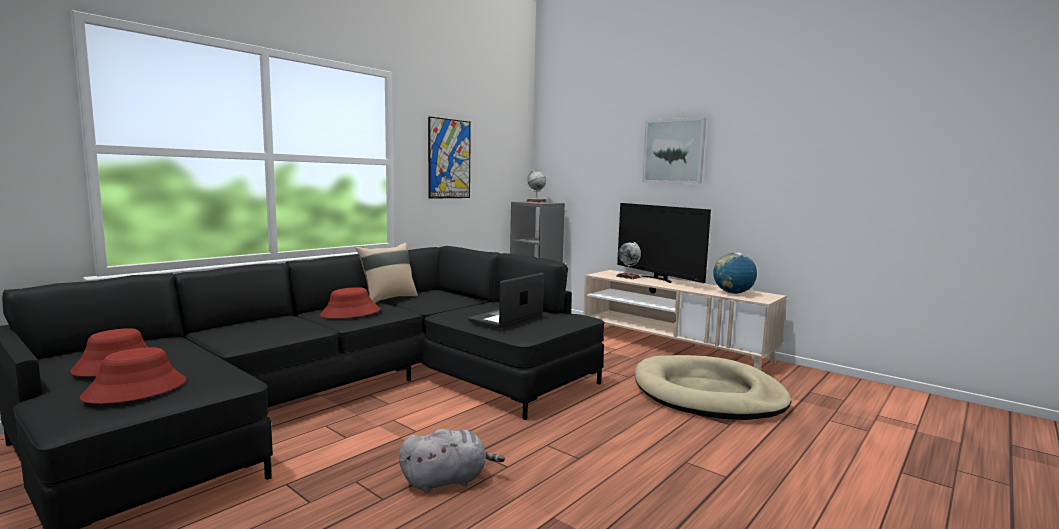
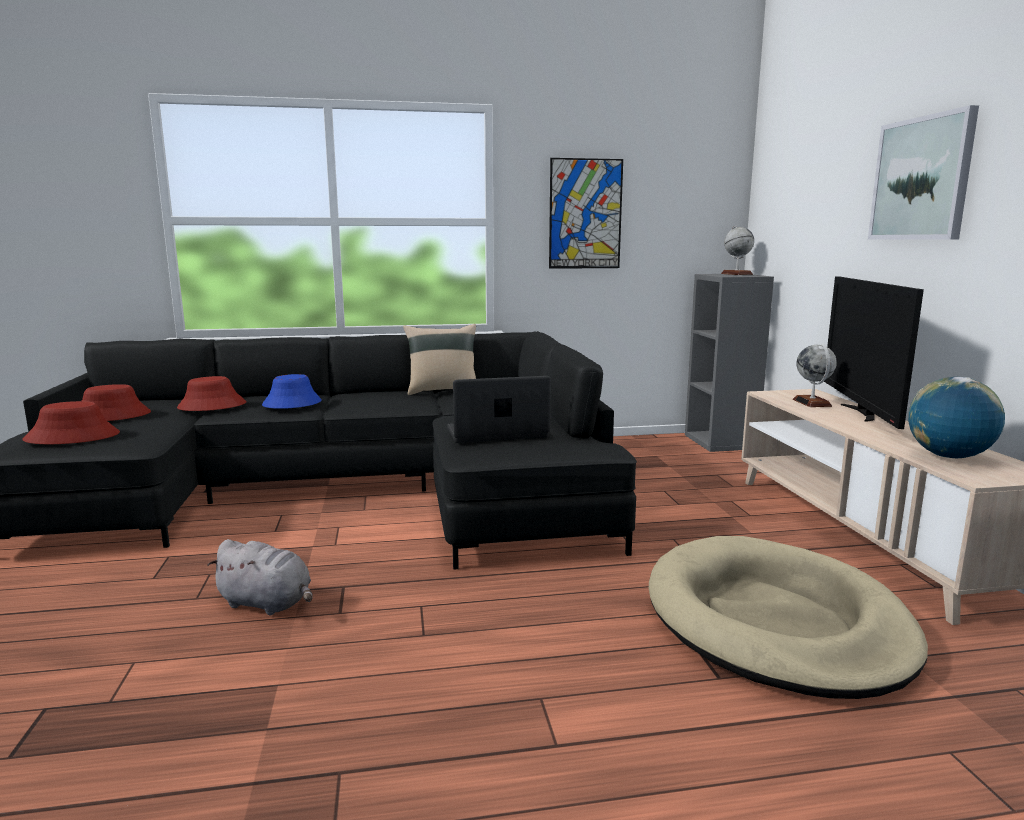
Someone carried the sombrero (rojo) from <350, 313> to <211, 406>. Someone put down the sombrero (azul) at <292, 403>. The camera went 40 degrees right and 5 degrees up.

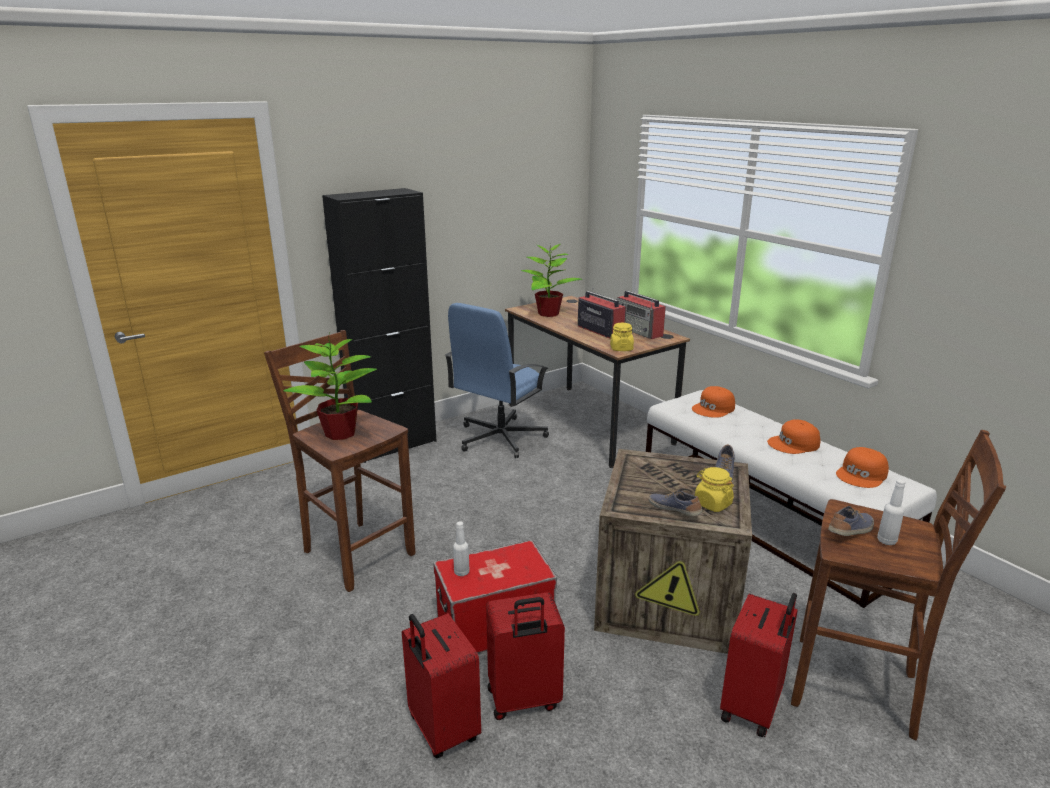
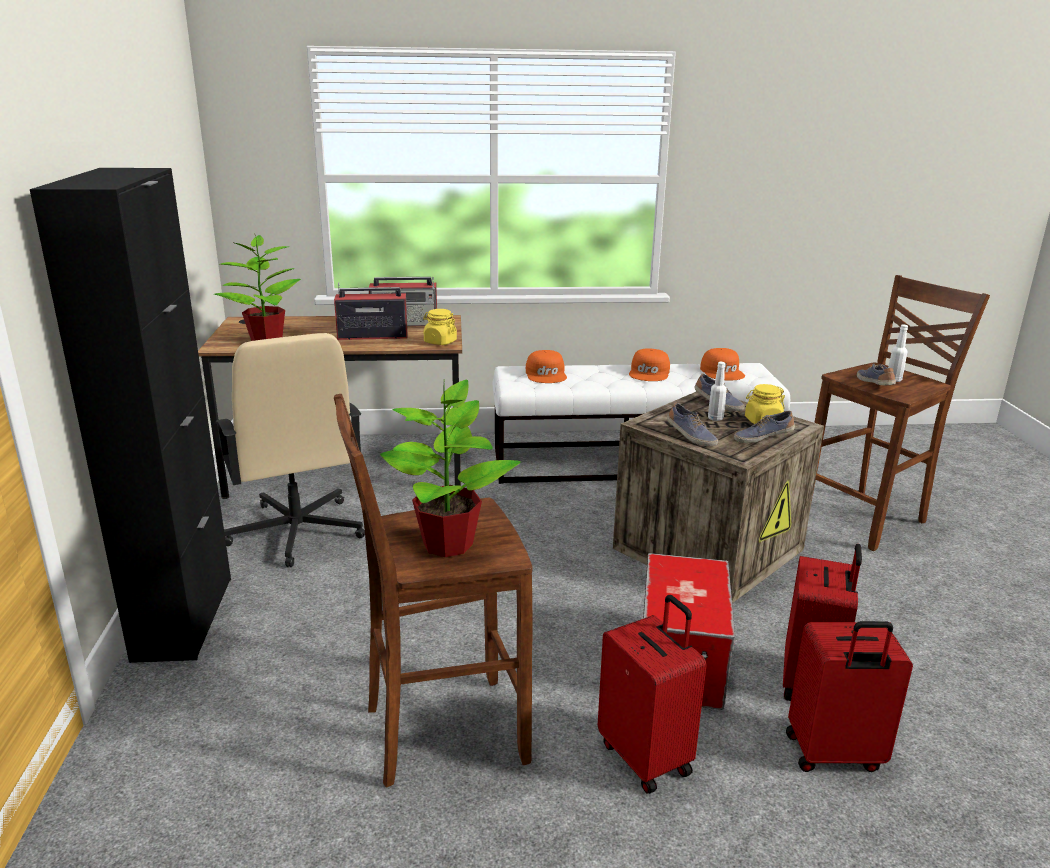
Someone repainted the silla de oficina (azul) at <499, 438>, which became the silla de oficina (beis) at <296, 532>. Someone carried the maleta (rojo) from <752, 708> to <647, 757>. Someone put down the zapato at <690, 436>. Someone carried the botella (blanco) from <461, 572> to <715, 418>. The camera went 60 degrees left and 0 degrees up.

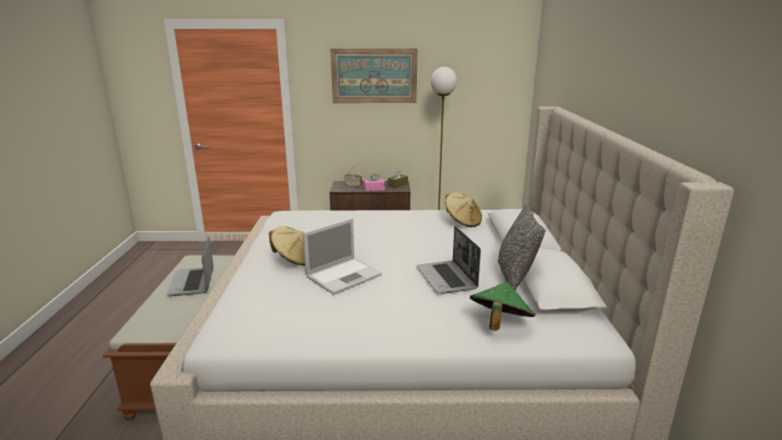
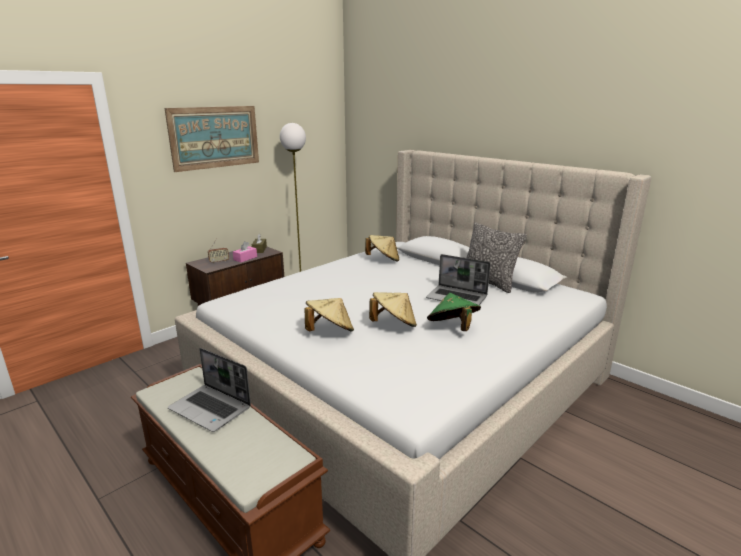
Someone swapped the portátil at <344, 275> for the sombrero (beis) at <393, 324>. Someone carried the sombrero (verde) from <499, 324> to <452, 328>. The camera went 45 degrees left and 0 degrees up.

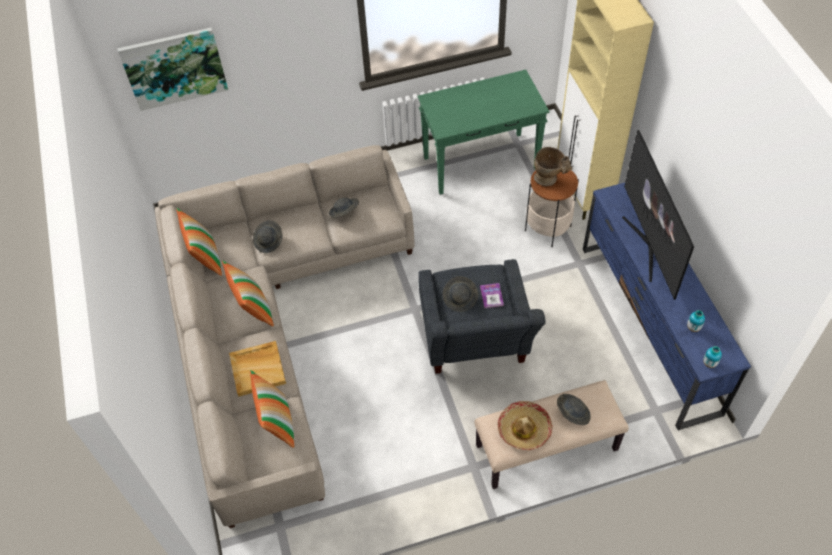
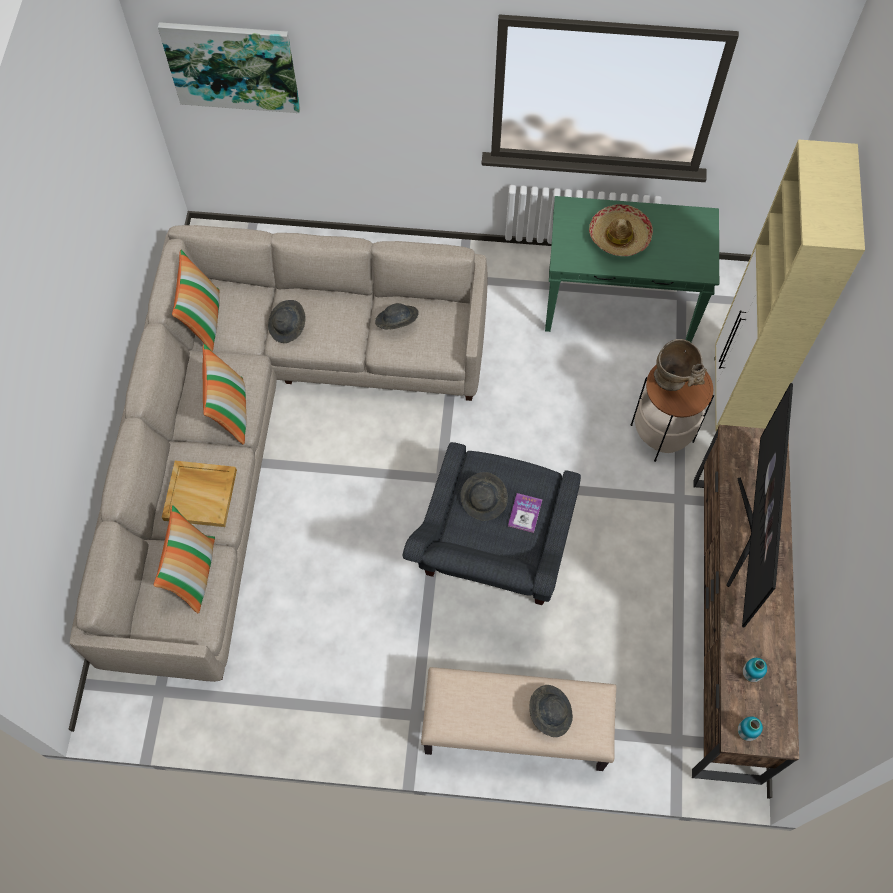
Someone carried the sombrero from <524, 429> to <619, 236>. Someone repainted the mueble de televisión (azul) at <648, 328>, which became the mueble de televisión (marrón) at <724, 625>. The camera went 20 degrees right and 10 degrees up.

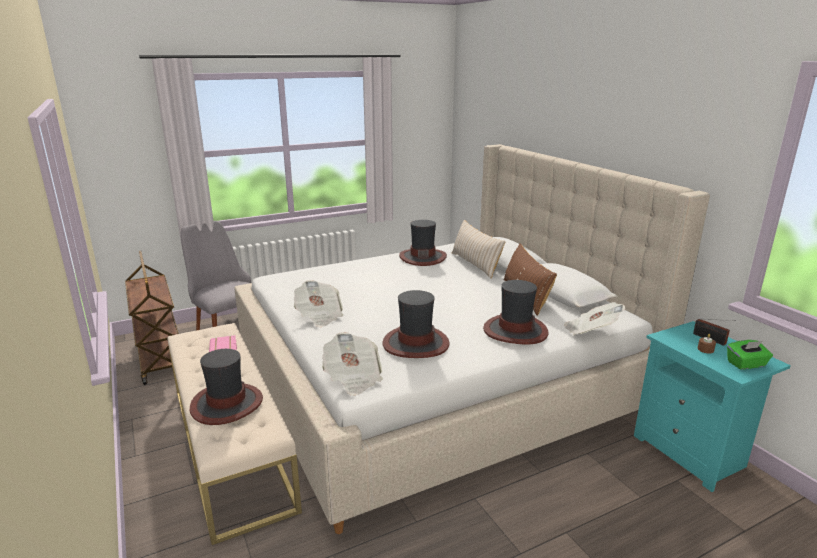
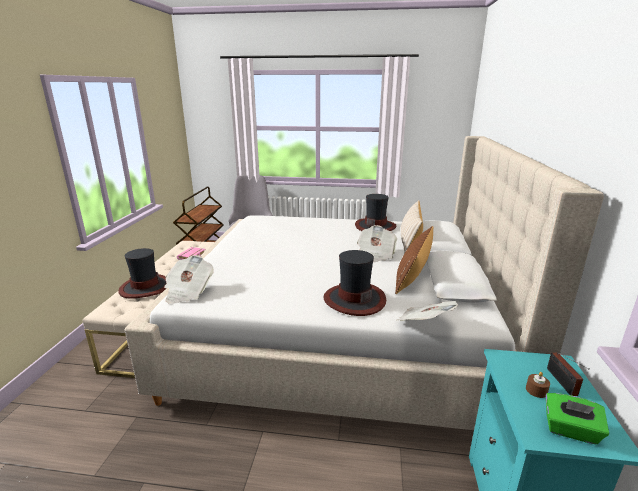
Someone carried the periódico from <319, 316> to <376, 254>. Someone took away the sombrero at <415, 343>. The camera went 35 degrees right and 0 degrees up.

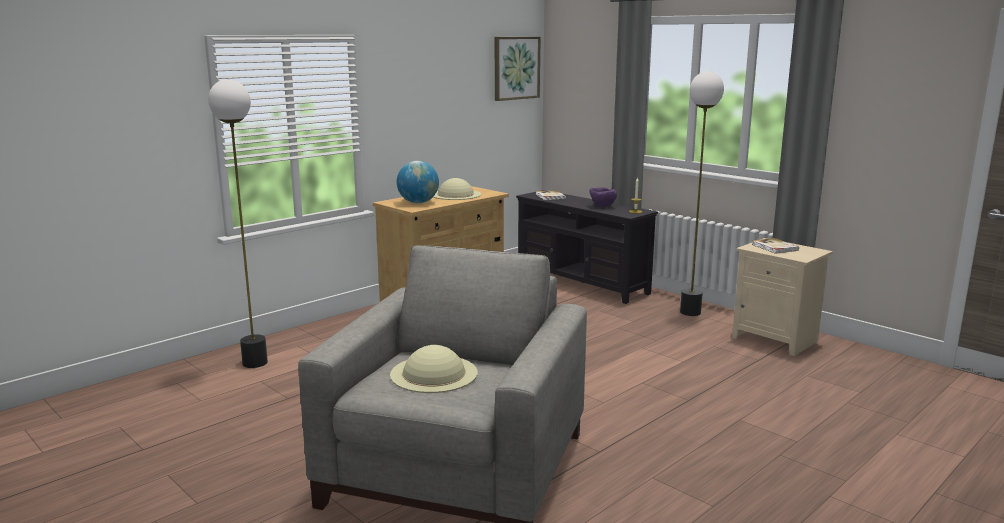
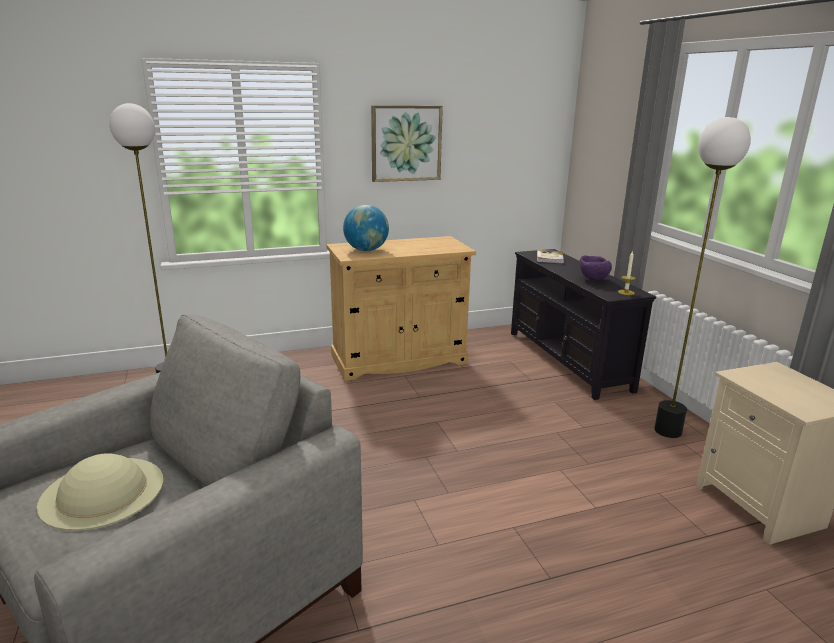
Someone carried the cuadro from <516, 68> to <406, 143>. Someone took away the sombrero (beis) at <455, 194>. Someone took away the libro at <774, 247>. The camera went 25 degrees right and 5 degrees up.

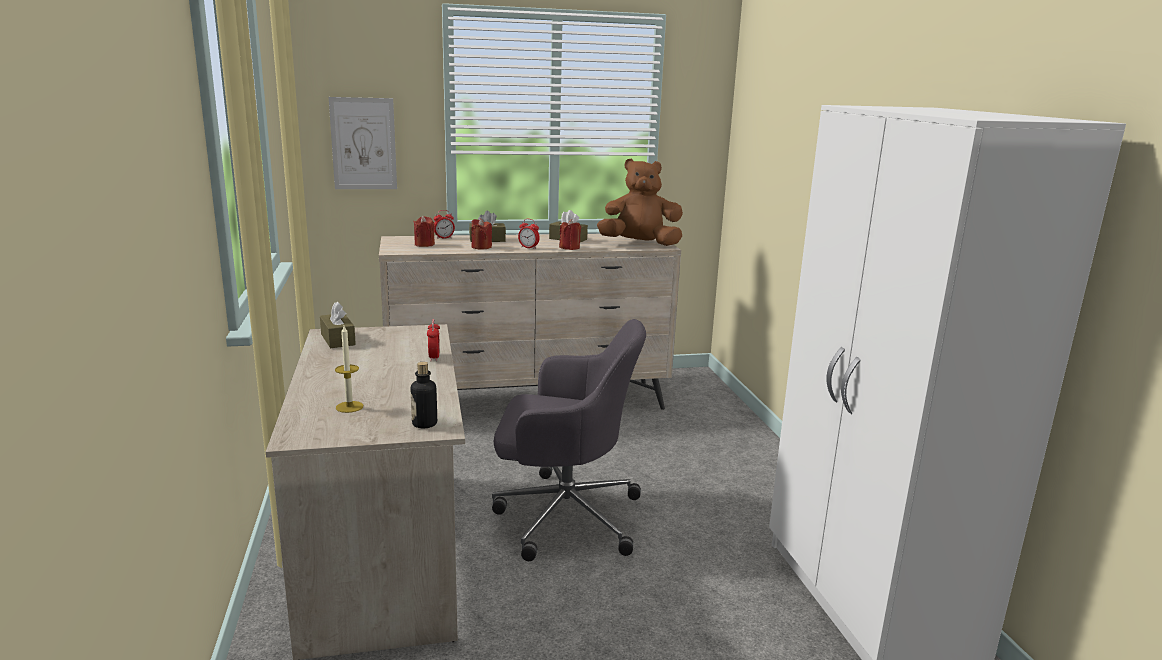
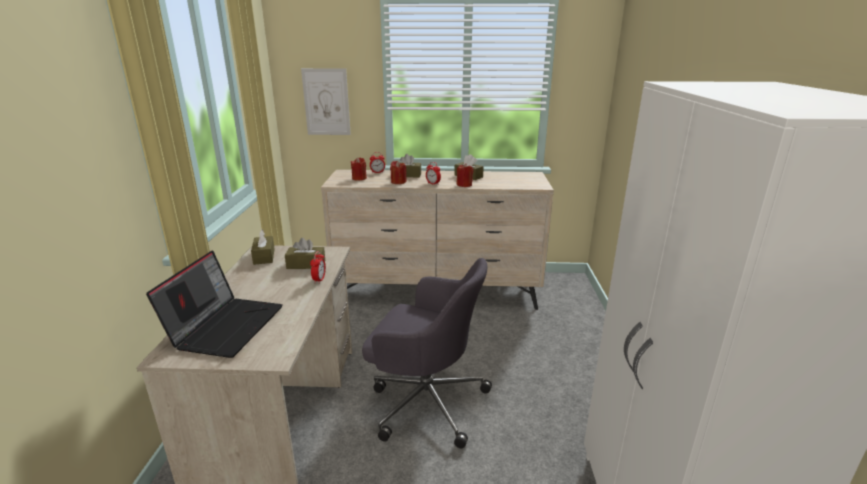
Someone swapped the vela at <349, 407> for the portátil at <226, 326>. Someone put down the caja de pañuelos (marrón) at <306, 264>. Someone took away the botella at <424, 424>. Someone took away the peluche (marrón) at <640, 244>. The camera went 15 degrees right and 5 degrees up.

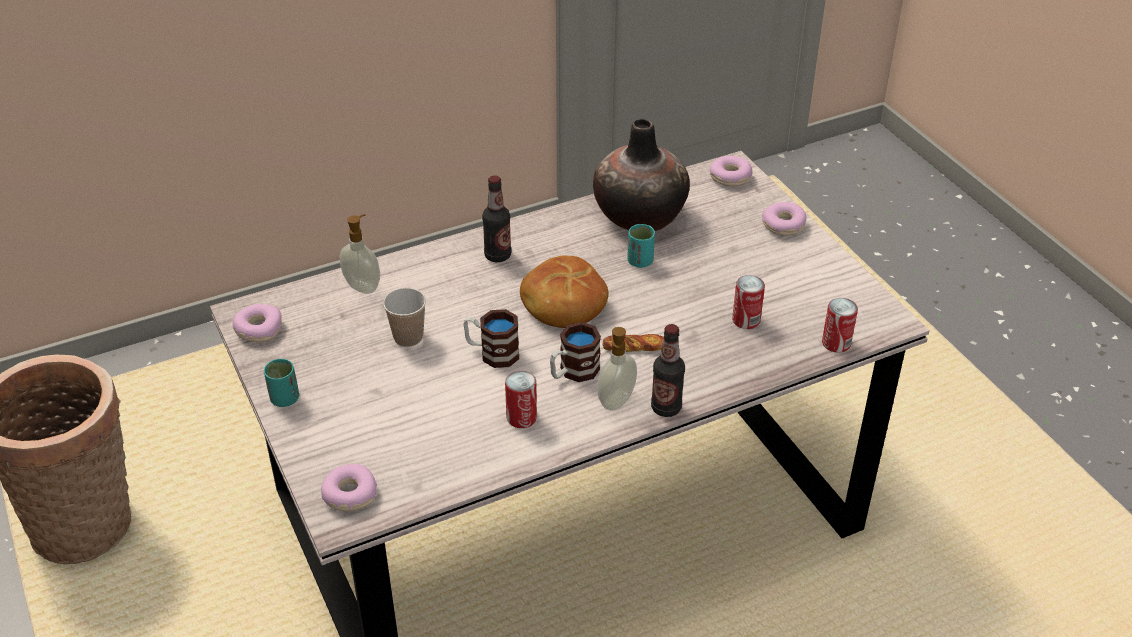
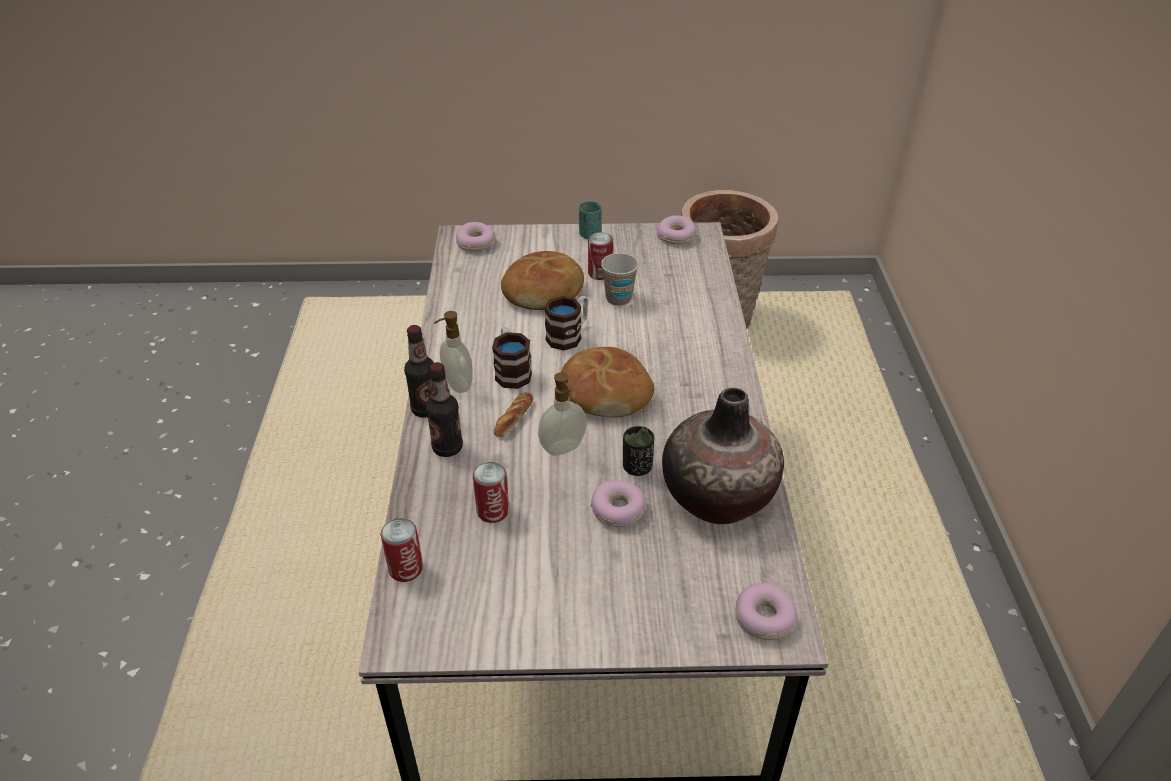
Someone carried the botella from <497, 255> to <447, 448>. Someone put down the pan at <544, 292>. Someone carried the dispensador de jabón from <363, 286> to <563, 449>. Someone carried the lata from <521, 418> to <600, 273>. Someone carried the rosquilla from <783, 225> to <618, 510>. Someone repainted the taza (turquesa) at <640, 261>, which became the taza (negro) at <637, 467>. The camera went 115 degrees right and 0 degrees up.

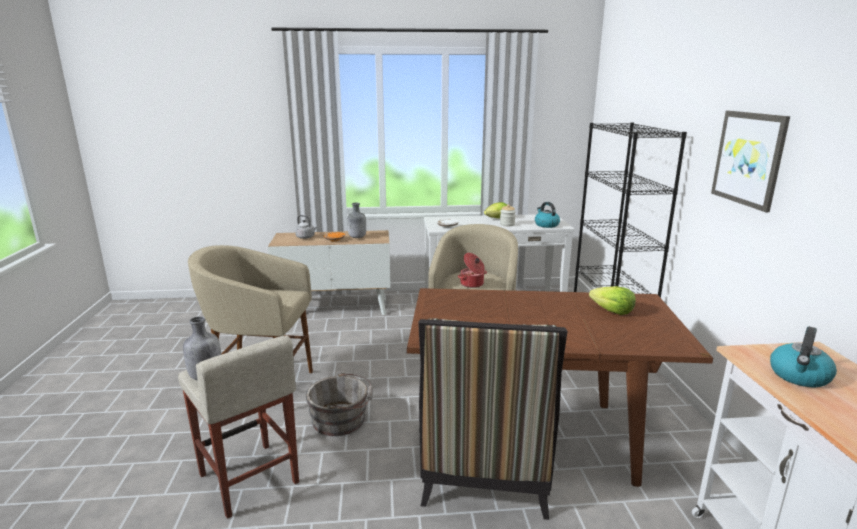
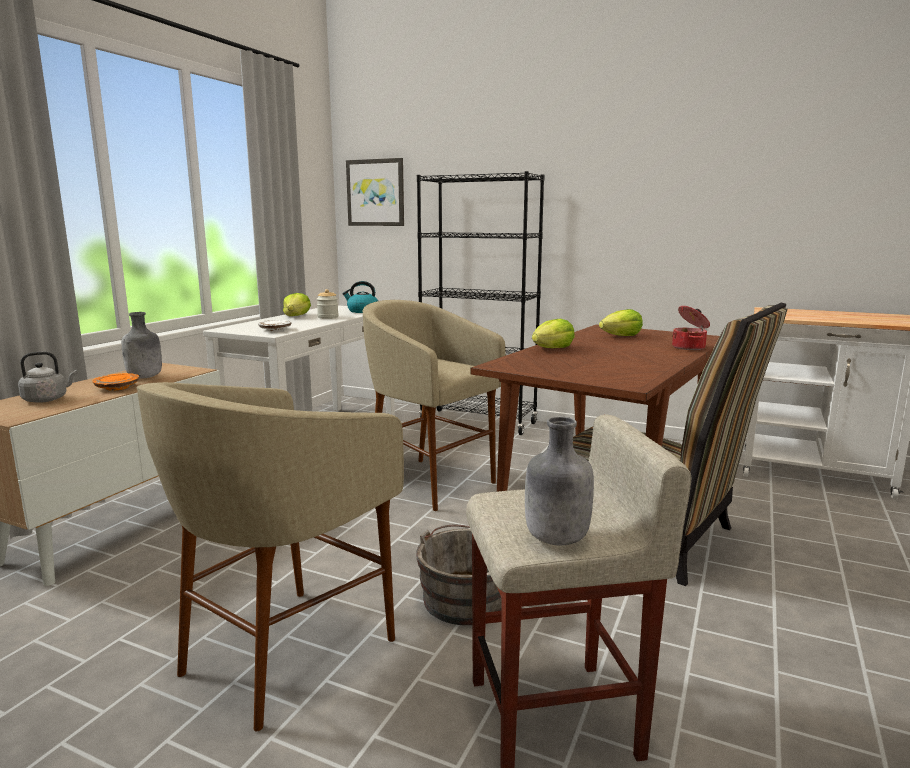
Someone carried the cuadro from <749, 158> to <376, 193>. Someone put down the lechuga at <552, 349>. Someone carried the olla from <472, 284> to <689, 347>. Someone took away the hervidor at <799, 376>. The camera went 60 degrees left and 5 degrees down.

